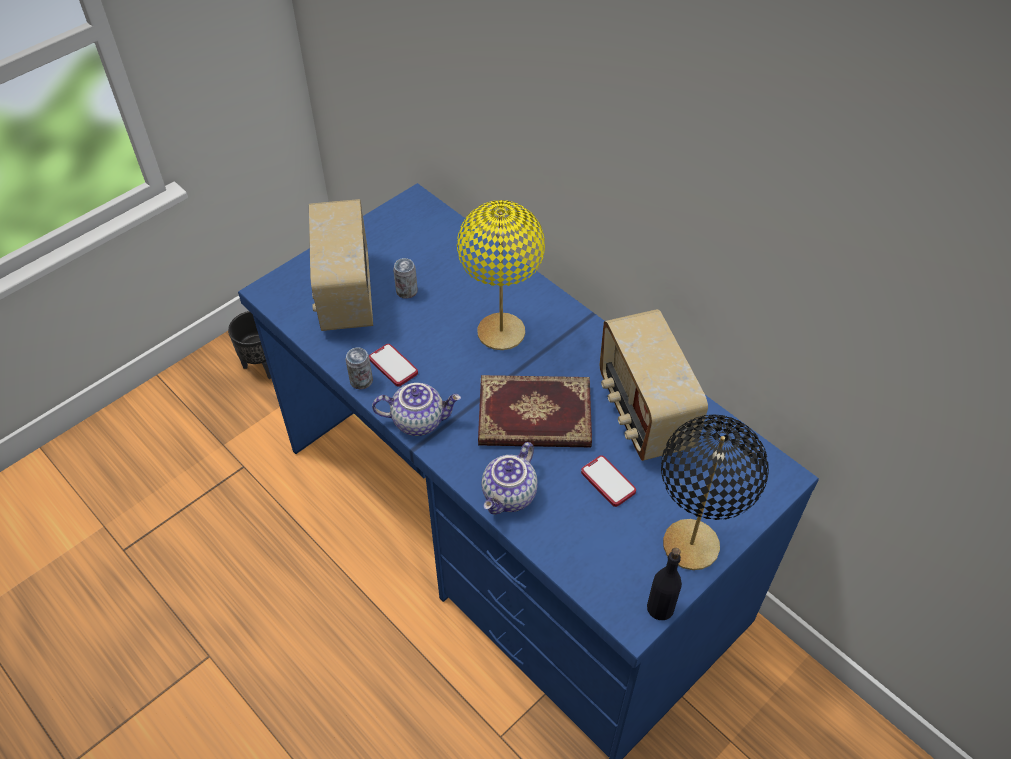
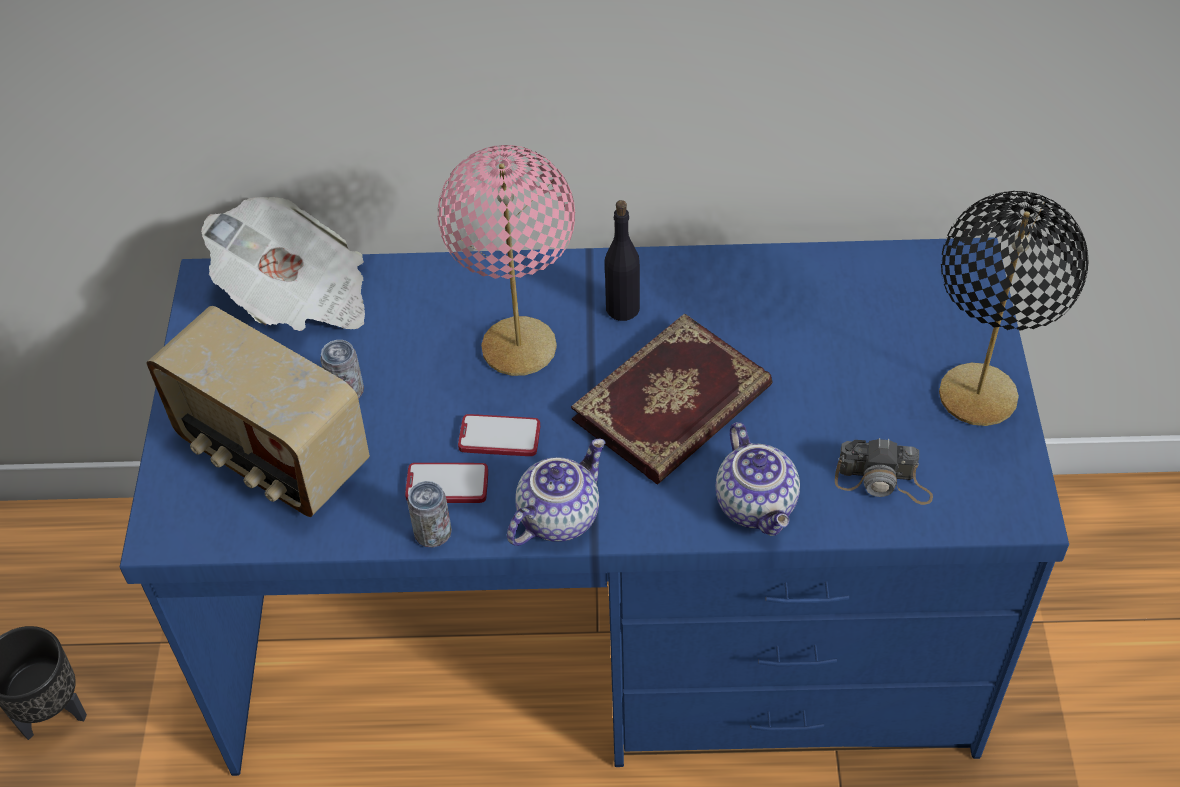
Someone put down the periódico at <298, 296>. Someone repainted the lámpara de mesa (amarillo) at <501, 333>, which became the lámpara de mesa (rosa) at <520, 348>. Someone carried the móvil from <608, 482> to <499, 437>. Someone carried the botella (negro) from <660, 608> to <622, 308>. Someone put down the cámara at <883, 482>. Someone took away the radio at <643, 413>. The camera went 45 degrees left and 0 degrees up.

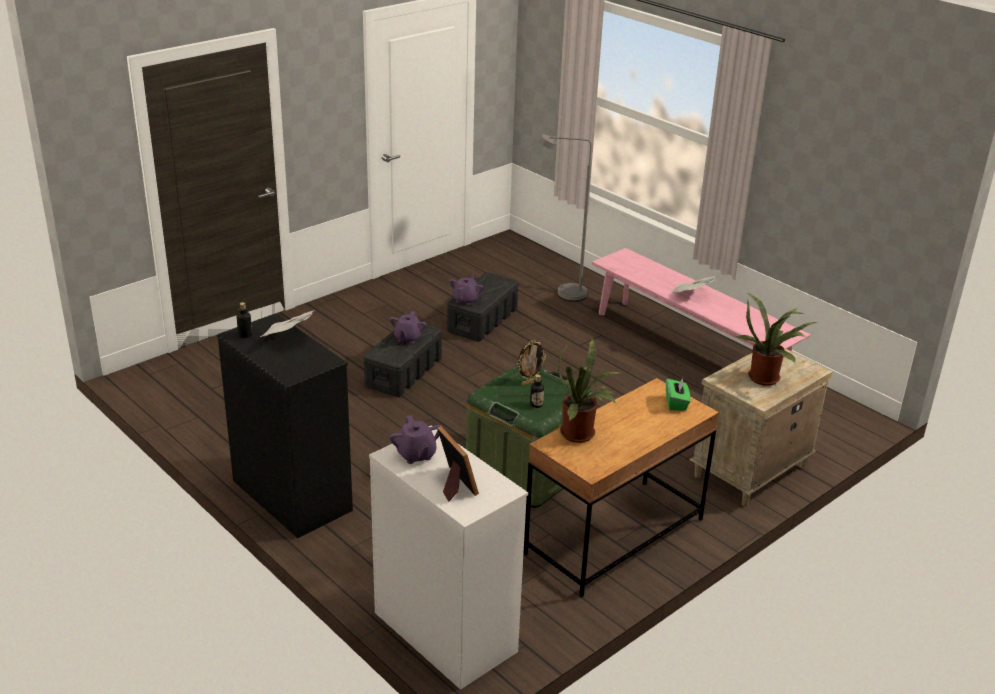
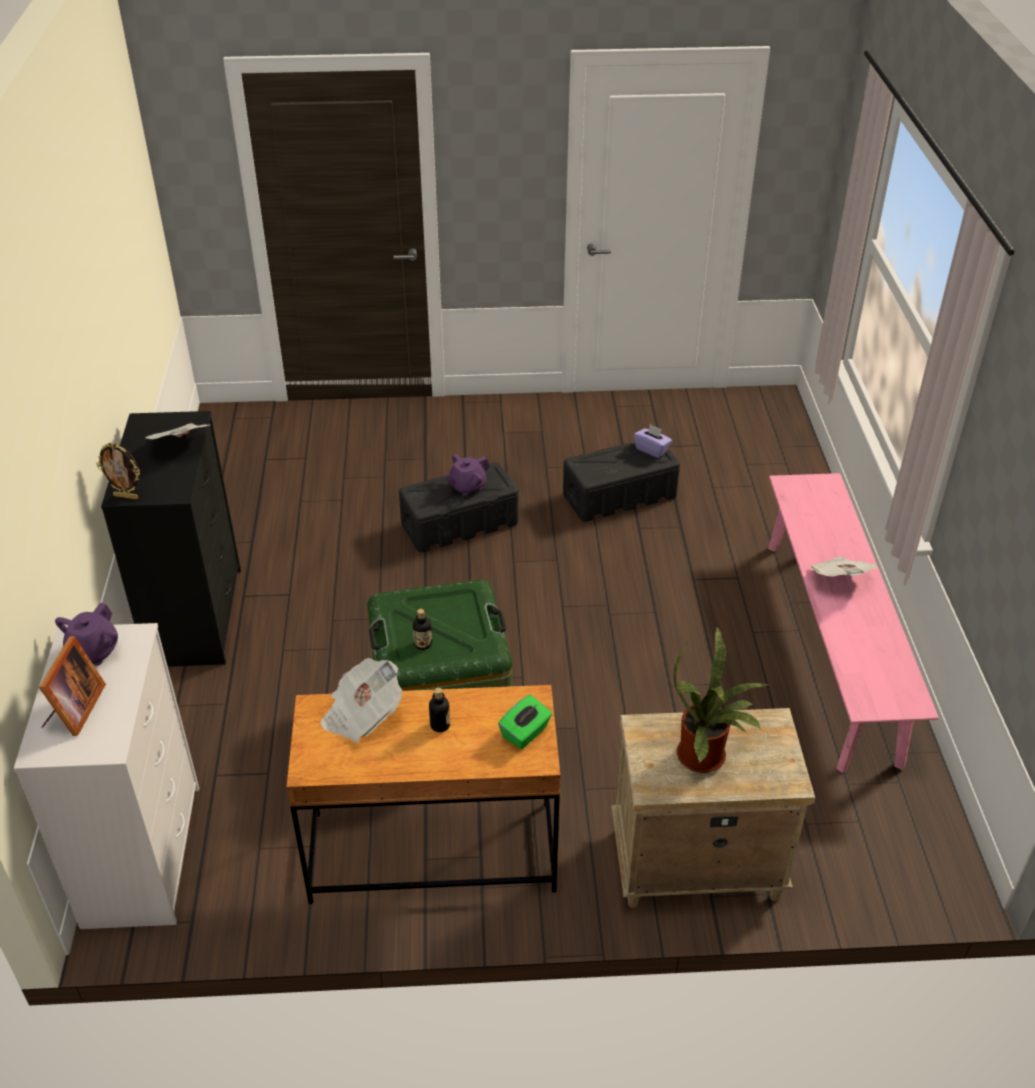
Someone carried the portarretratos from <529, 382> to <126, 496>. Someone swapped the planta en maceta at <581, 435> for the periódico at <362, 715>. Someone carried the botella from <245, 335> to <440, 725>. Someone put down the caja de pañuelos (morado) at <652, 449>. Someone took away the tetera (morado) at <466, 300>. Someone took away the lámpara de pie (gris) at <563, 293>. The camera went 40 degrees right and 10 degrees up.

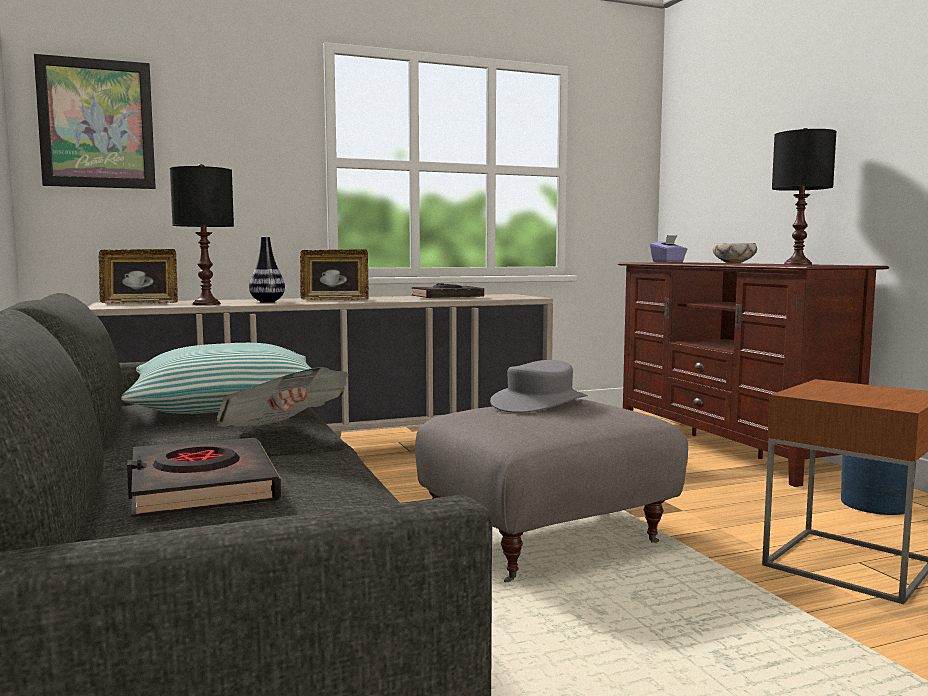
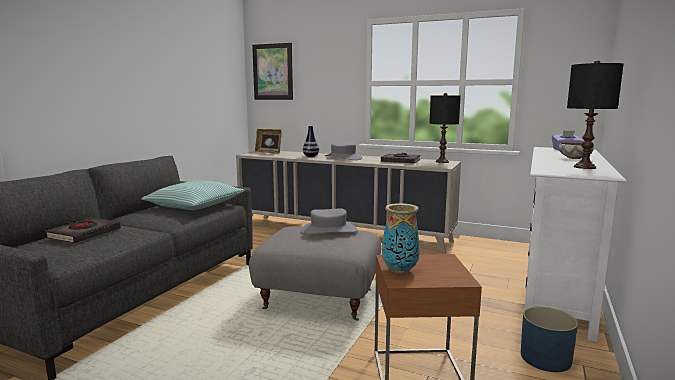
Someone swapped the portarretratos at <335, 300> for the sombrero (gris) at <343, 158>. Someone put down the florero at <400, 270>. Someone carried the lámpara de mesa (negro) from <206, 304> to <442, 162>. Someone repainted the mueble de televisión (marrón) at <727, 446>, which became the mueble de televisión (blanco) at <556, 290>. Someone took away the periódico at <283, 436>. The camera went 45 degrees right and 5 degrees up.

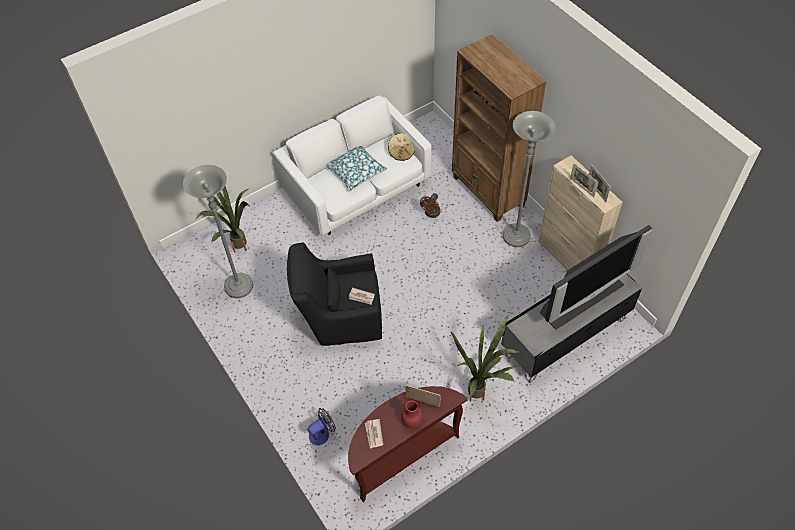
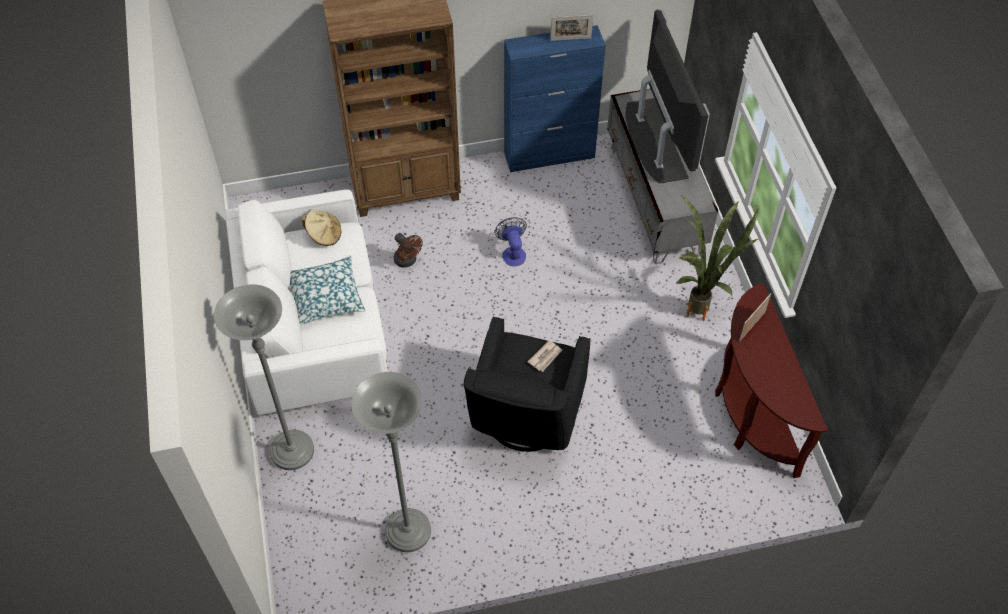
Someone carried the lámpara de pie (gris) from <516, 236> to <292, 451>. Someone carried the ventilador from <322, 433> to <512, 252>. Someone repainted the armario (beis) at <568, 259>, which became the armario (azul) at <550, 155>. Someone took away the planta en maceta at <235, 246>. Someone took away the periódico at <374, 434>. Someone took away the florero (rojo) at <412, 420>. Someone took away the portarretratos at <582, 188>. The camera went 70 degrees left and 0 degrees up.

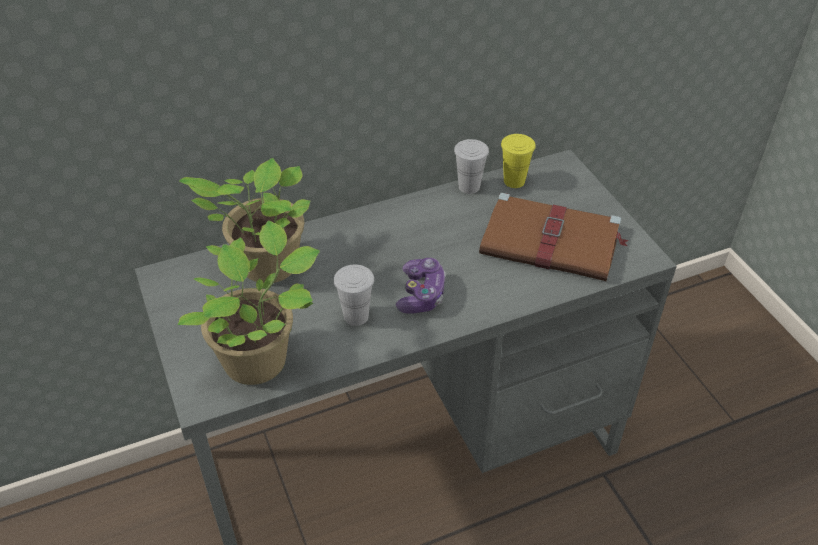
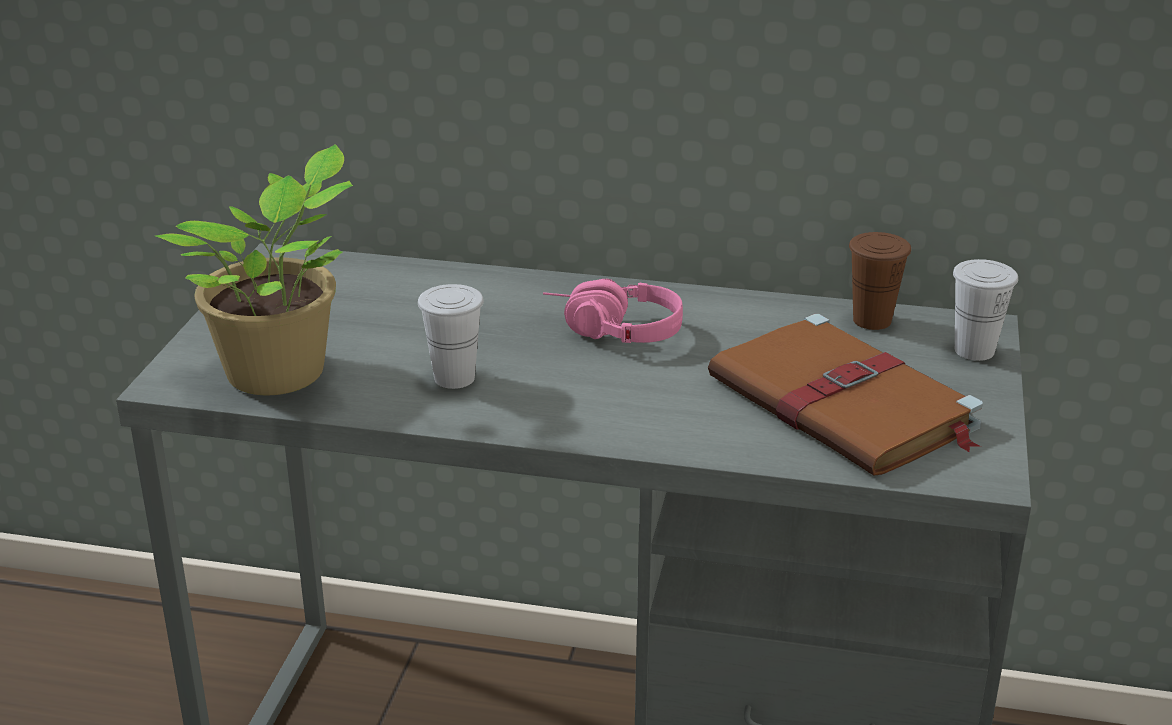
Someone put down the auriculares (rosa) at <609, 331>. Someone repainted the taza (amarillo) at <514, 181>, which became the taza (marrón) at <872, 320>. Someone carried the taza (blanco) from <469, 187> to <974, 350>. Someone took away the planta en maceta at <265, 266>. Someone took away the mando de consola at <421, 294>. The camera went 35 degrees right and 15 degrees down.

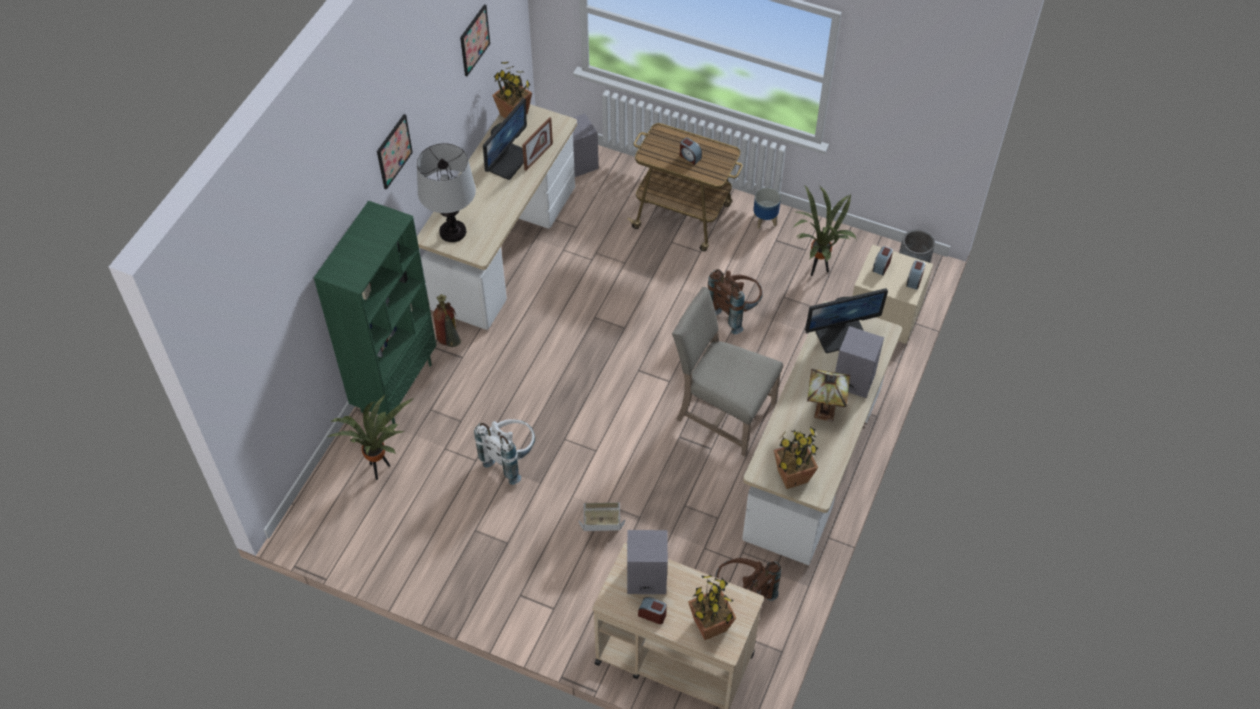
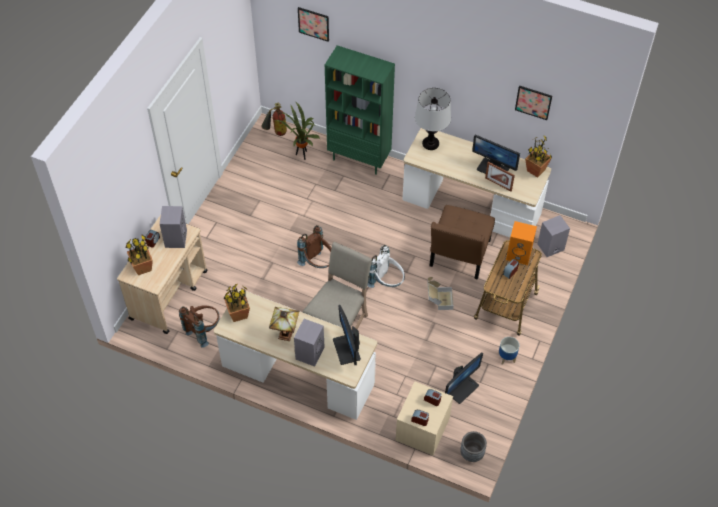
Someone carried the extintor from <450, 344> to <276, 133>. Someone carried the mochila (marrón) from <735, 312> to <318, 264>. Someone carried the cuadro from <393, 151> to <313, 24>. Someone carried the mochila (blanco) from <510, 458> to <386, 283>. Someone carried the caja de cartón from <602, 527> to <438, 300>. Someone put down the silla (marrón) at <458, 256>. Someone swapped the planta en maceta at <816, 270> for the monitor at <461, 388>. Someone put down the altavoz (naranja) at <519, 254>. The camera went 90 degrees right and 0 degrees up.

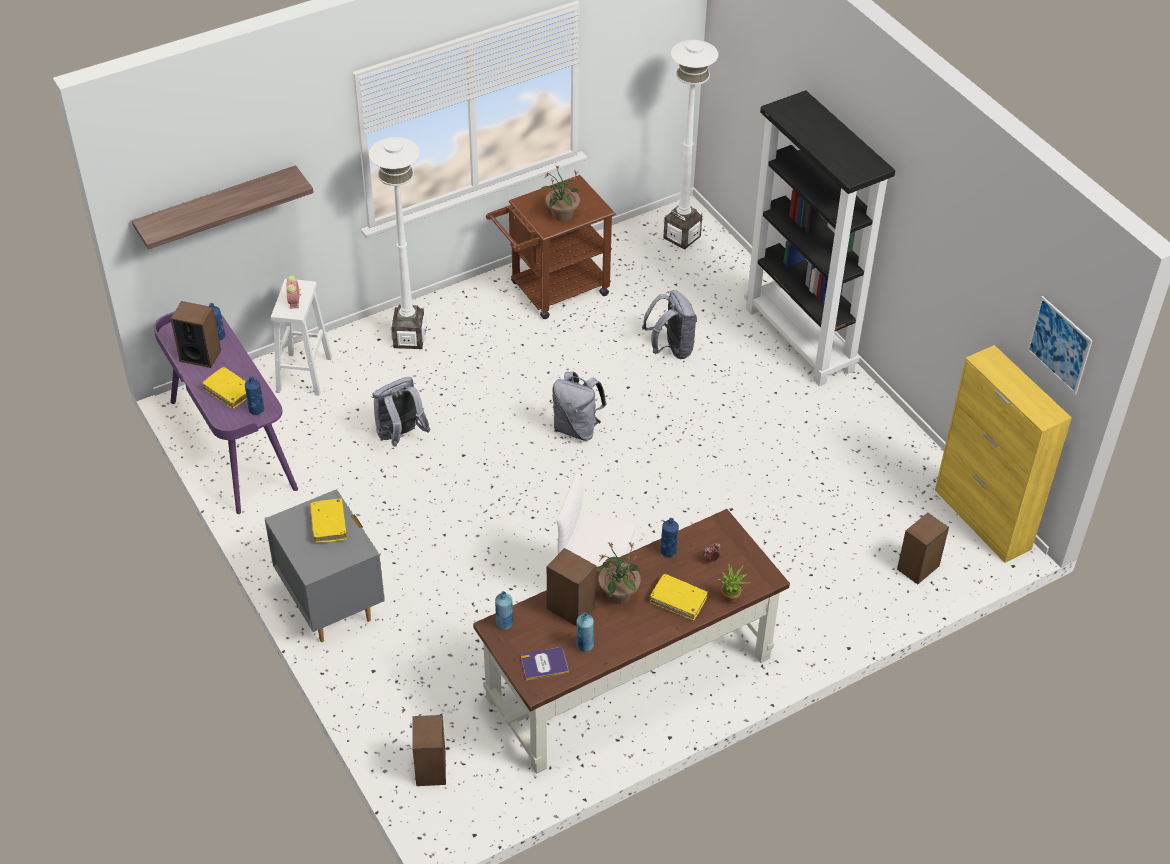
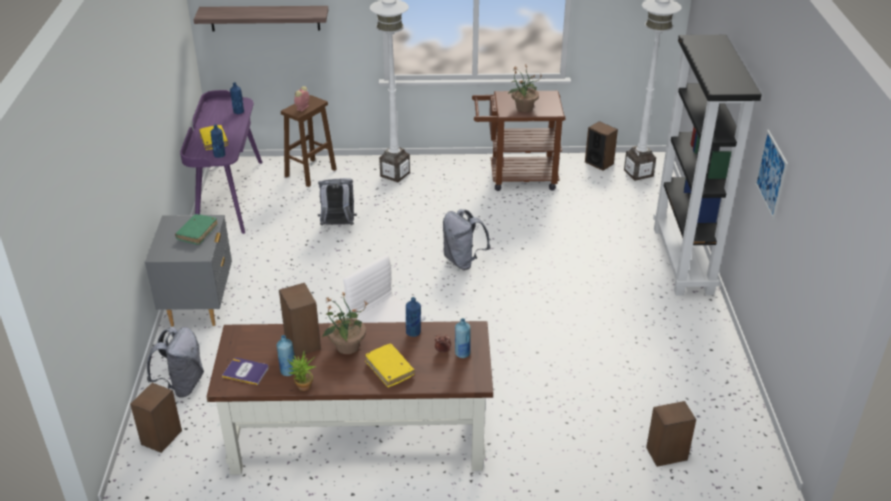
Someone carried the mochila (gris) from <671, 349> to <182, 385>. Someone repainted the libro (amarillo) at <328, 524>, which became the libro (verde) at <197, 232>. Someone repainted the taburete (blanco) at <304, 374>, which became the taburete (marrón) at <310, 173>. Someone carried the planta en maceta from <731, 600> to <303, 388>. Someone carried the botella (azul) from <504, 624> to <462, 353>. Someone carried the altavoz from <200, 355> to <599, 163>. Someone carried the cuadro from <1059, 345> to <771, 174>. Someone took away the armario (amarillo) at <982, 520>. The camera went 30 degrees right and 10 degrees down.

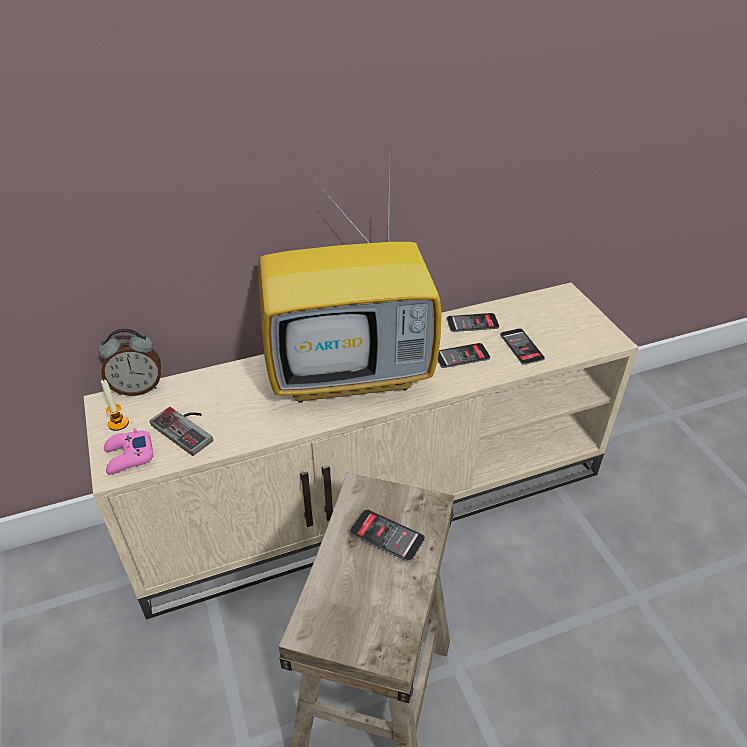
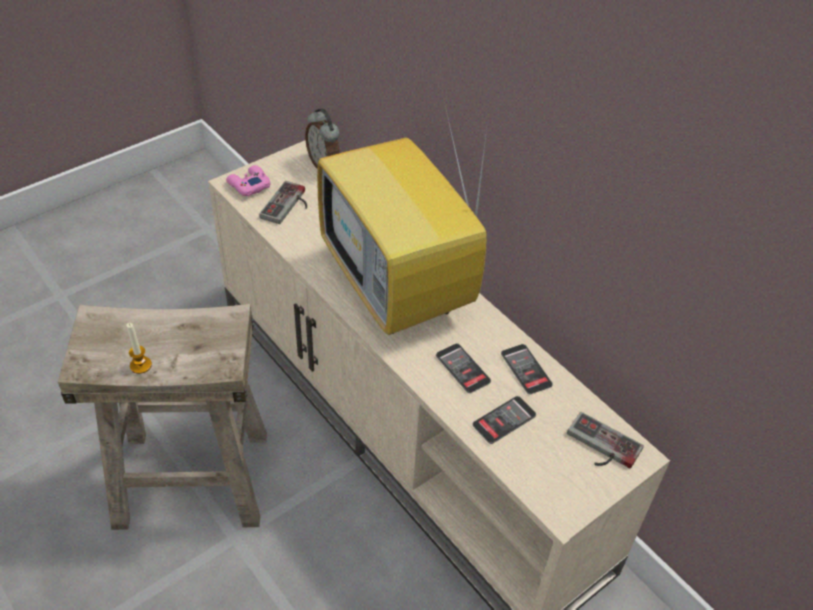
Someone carried the vela from <118, 423> to <140, 365>. Someone put down the mando de consola at <600, 447>. Someone took away the móvil at <387, 536>. The camera went 70 degrees right and 5 degrees up.

